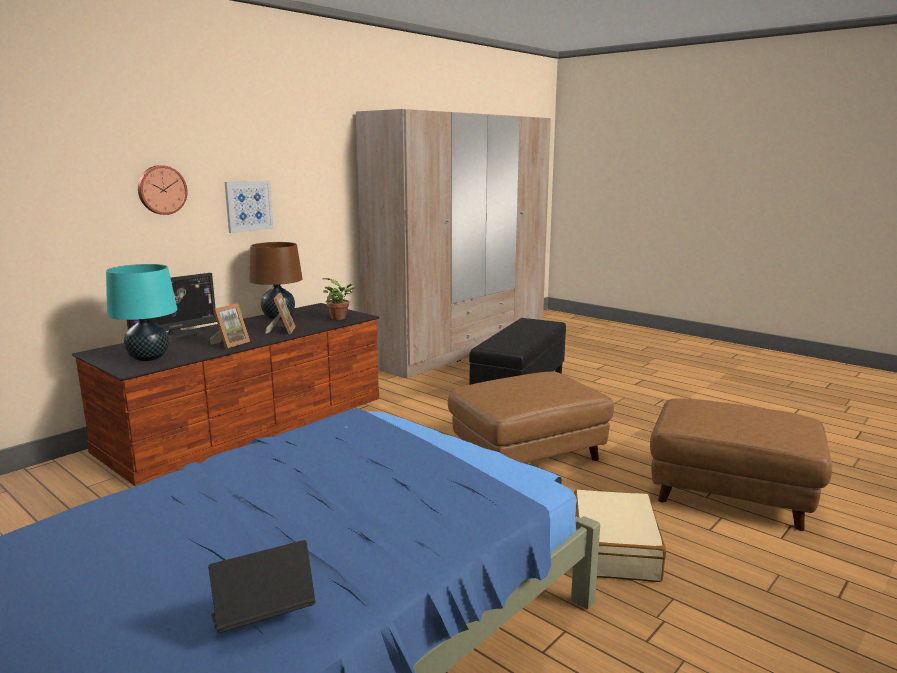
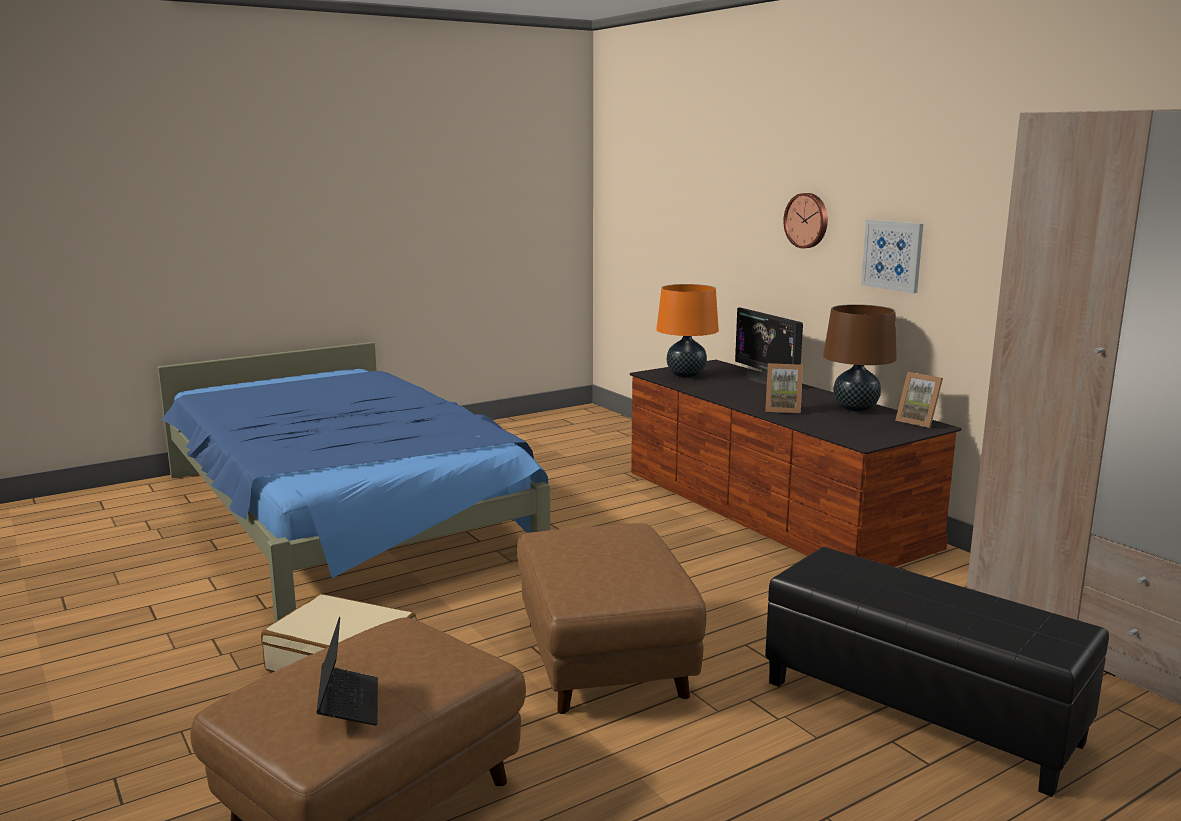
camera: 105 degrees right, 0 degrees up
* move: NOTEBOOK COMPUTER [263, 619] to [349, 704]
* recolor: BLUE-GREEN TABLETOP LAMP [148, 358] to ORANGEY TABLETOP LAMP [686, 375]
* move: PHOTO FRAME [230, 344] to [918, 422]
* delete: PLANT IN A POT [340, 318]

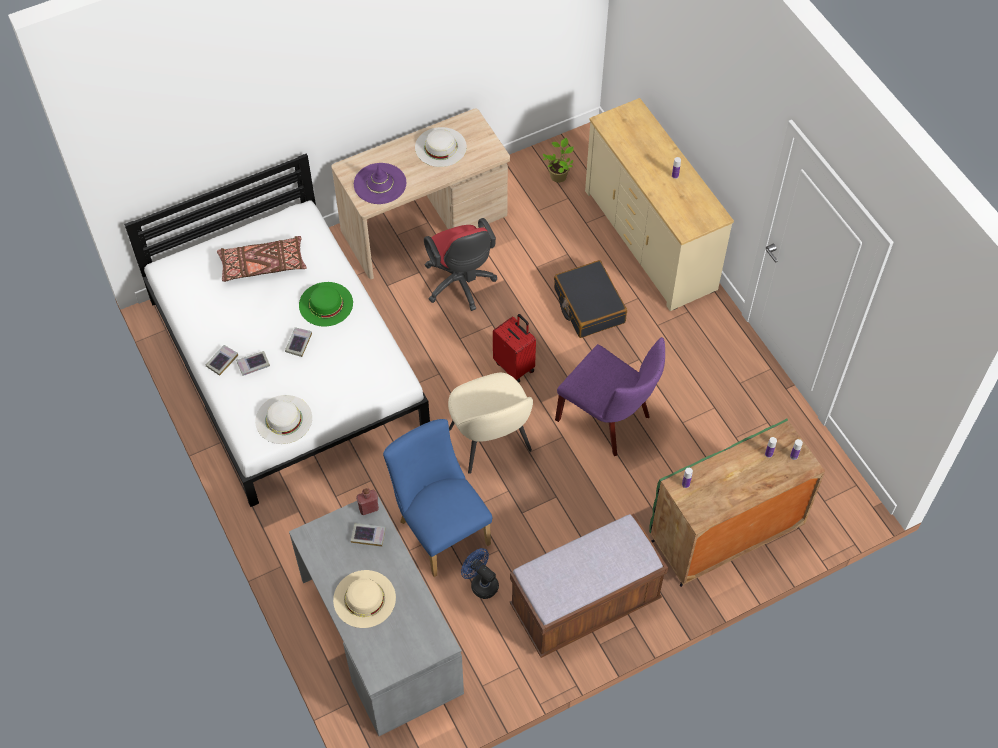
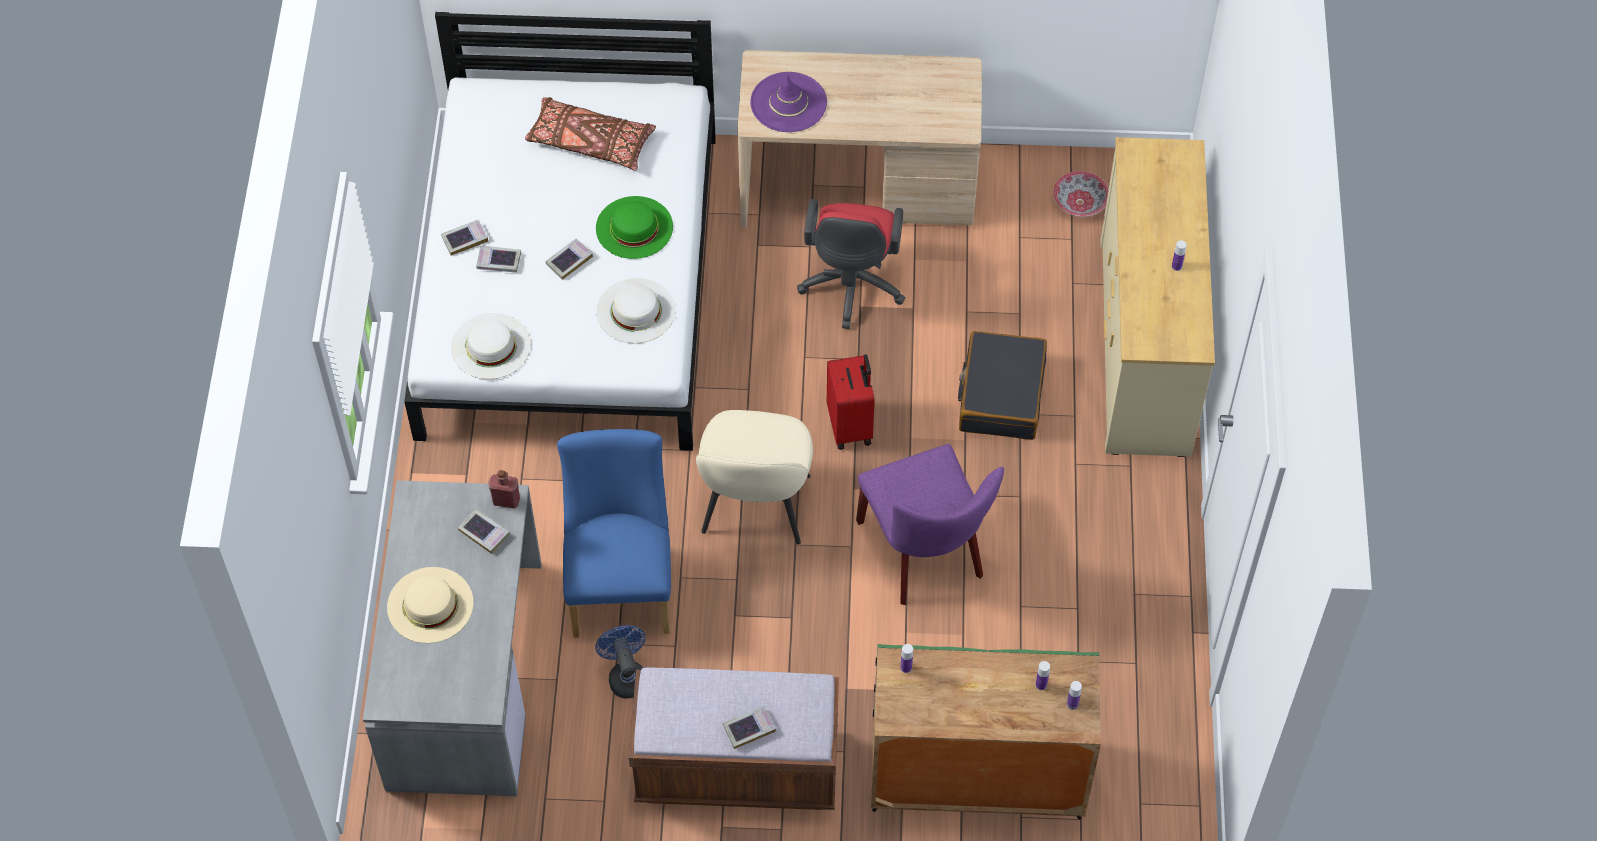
camera: 30 degrees right, 0 degrees up
* move: WHITE-COLOURED WEARABLE HAT [440, 147] to [636, 310]
* insert: VOLUME [749, 728]
* replace: PLANT IN A POT [558, 175] to BOWL [1079, 203]

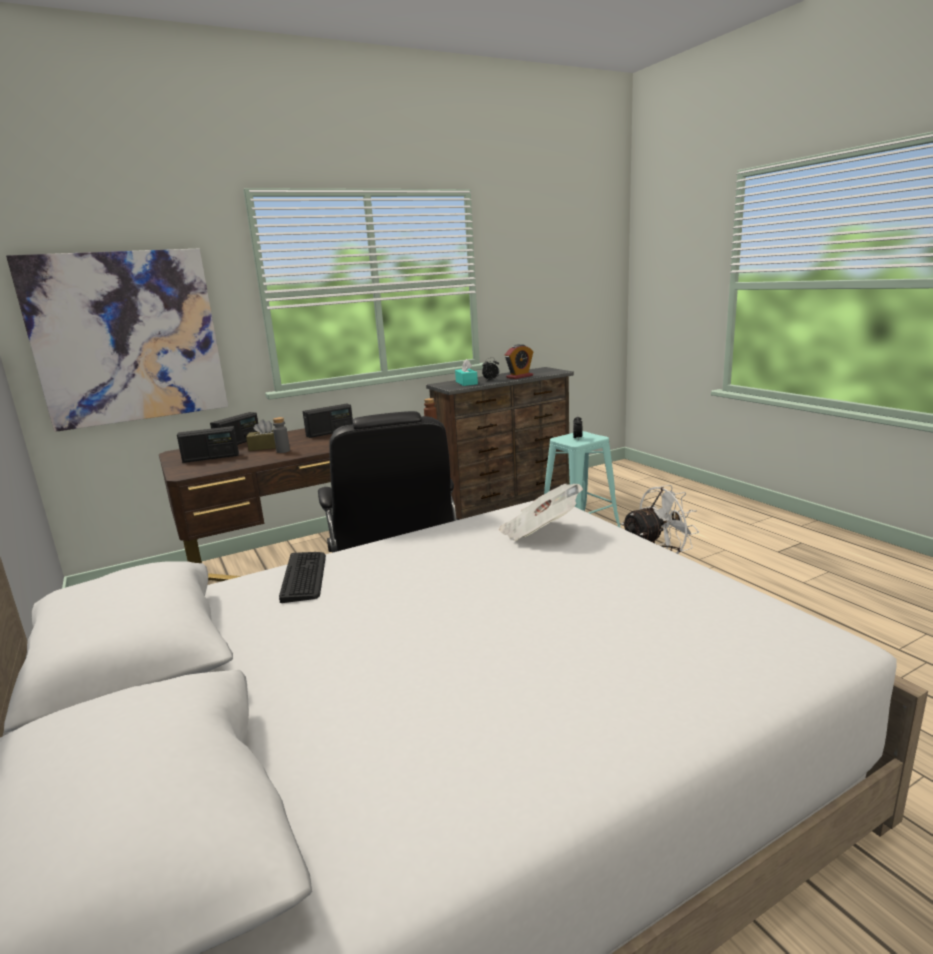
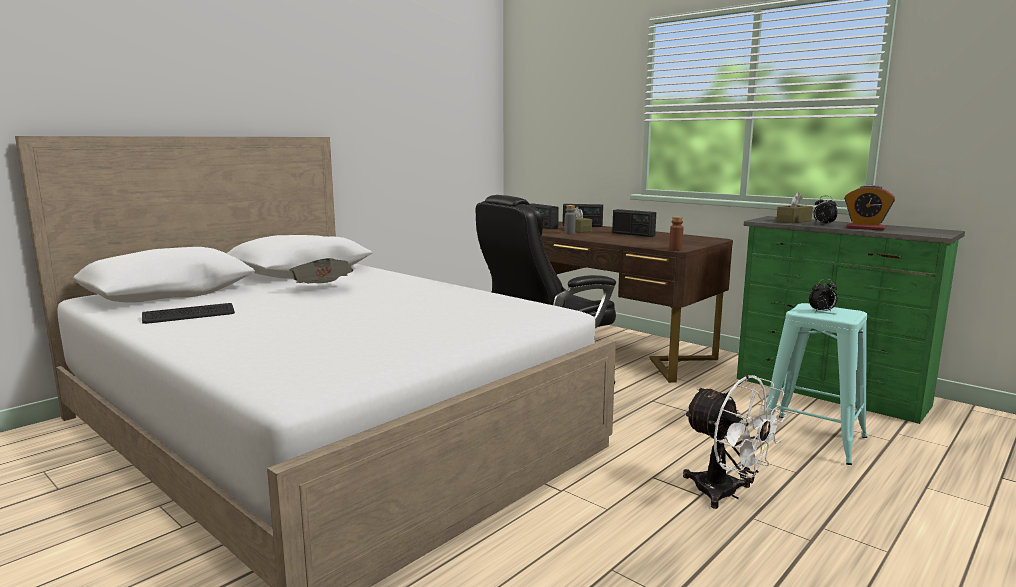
camera: 70 degrees right, 5 degrees down
* move: KEYBOARD [304, 576] to [189, 315]
* move: NEWSPAPER [539, 532] to [323, 289]
* recolor: BROWNISH CHEST OF DRAWERS [507, 504] to GREENISH CHEST OF DRAWERS [829, 392]
* recolor: BLUE-GREEN TISSUE HOLDER [466, 383] to BROWNISH TISSUE HOLDER [793, 221]
* delete: WALL ART [127, 338]

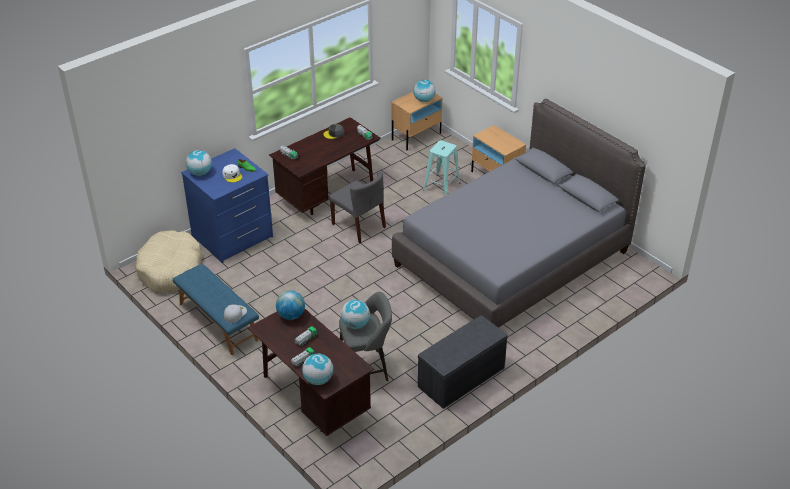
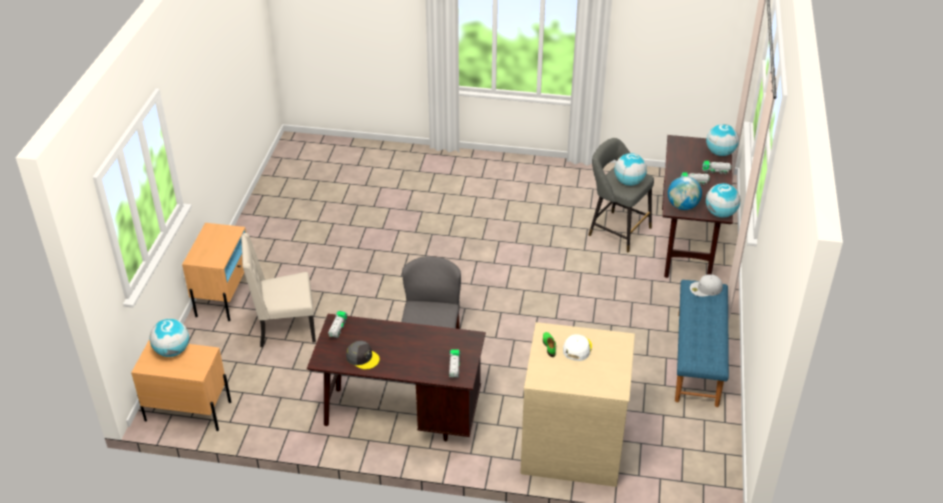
camera: 130 degrees left, 0 degrees up
* replace: BLUE-GREEN STOOL [441, 186] to BEIGE-COLOURED CHAIR [285, 328]
* recolor: BLUE CHEST OF DRAWERS [233, 237] to BEIGE-COLOURED CHEST OF DRAWERS [573, 445]
* move: GLOBE [200, 173] to [720, 213]
* delete: BEIGE-COLOURED PET BED [170, 270]
* delete: GRAY BED [512, 258]
* delete: GRAY BENCH [461, 378]

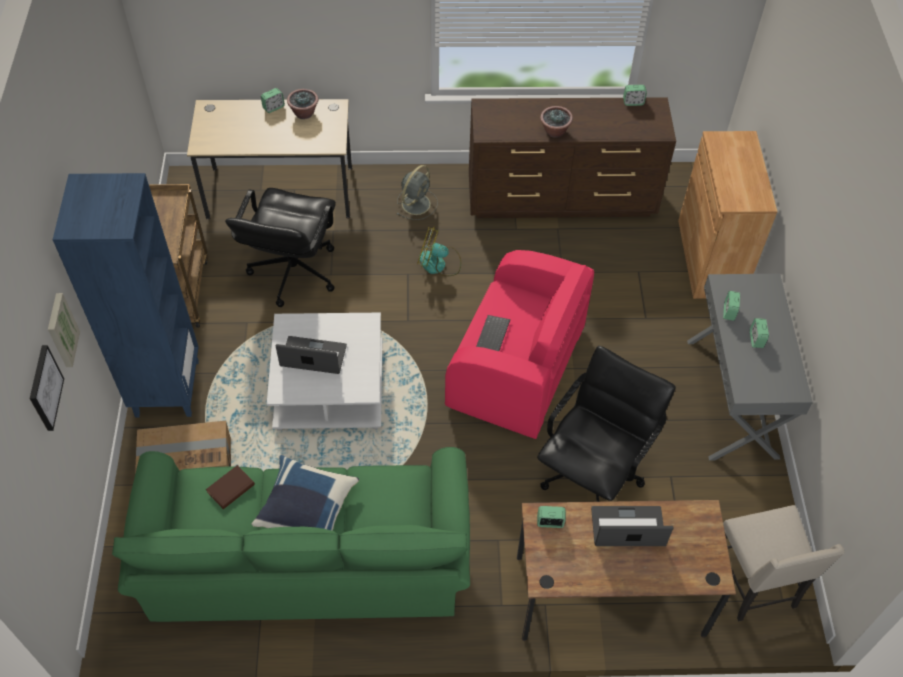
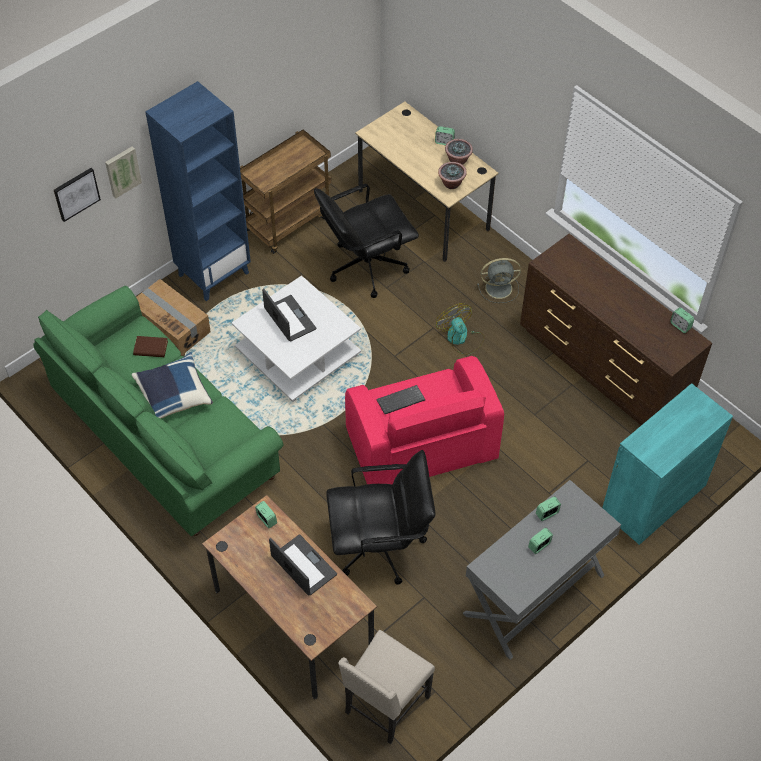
camera: 50 degrees right, 0 degrees up
* move: PLANT IN A POT [554, 132] to [451, 183]
* recolor: BROWNISH CABINET [710, 258] to BLUE-GREEN CABINET [653, 498]

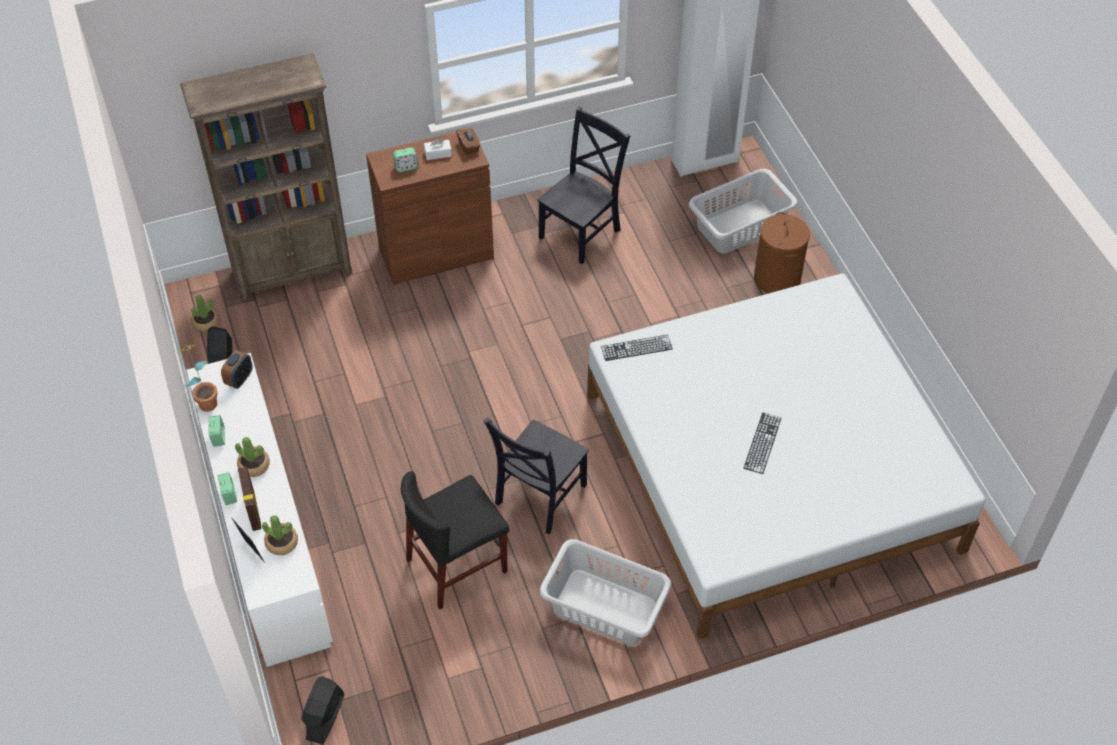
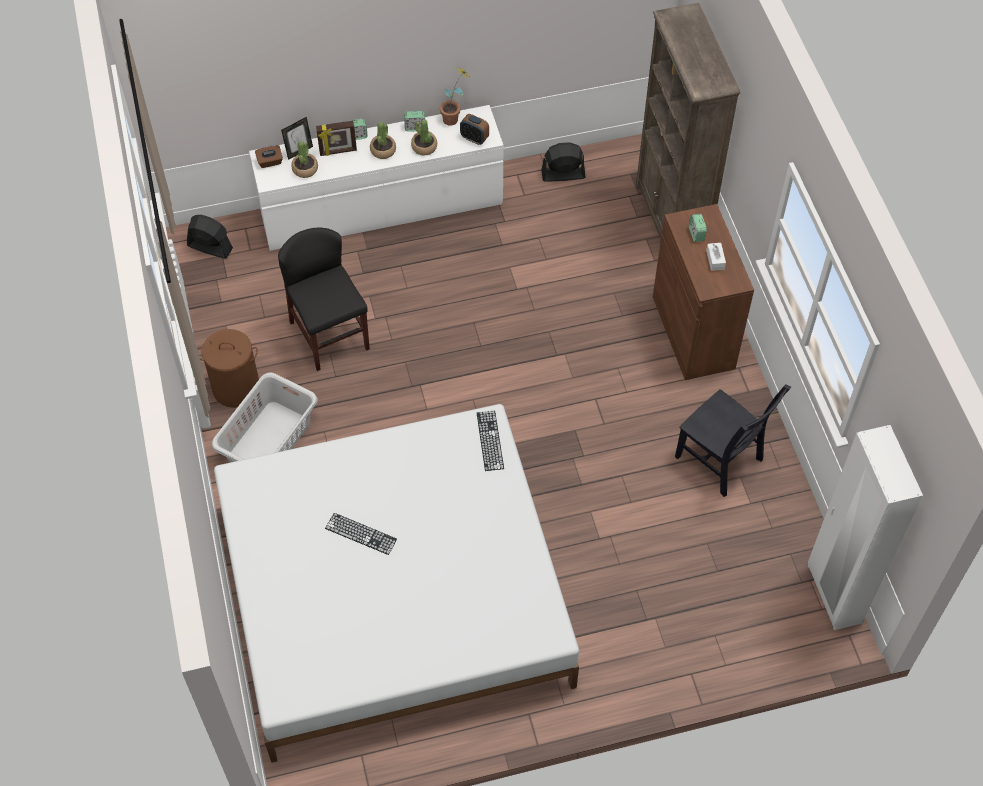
camera: 95 degrees right, 5 degrees up
* move: BROWNISH HAMPER [777, 279] to [236, 388]
* move: BROWNISH TISSUE HOLDER [469, 146] to [270, 162]
* move: PLANT IN A POT [205, 323] to [424, 147]
* delete: BLACKISH CHAIR [538, 497]
* delete: GRAY HAMPER [740, 227]

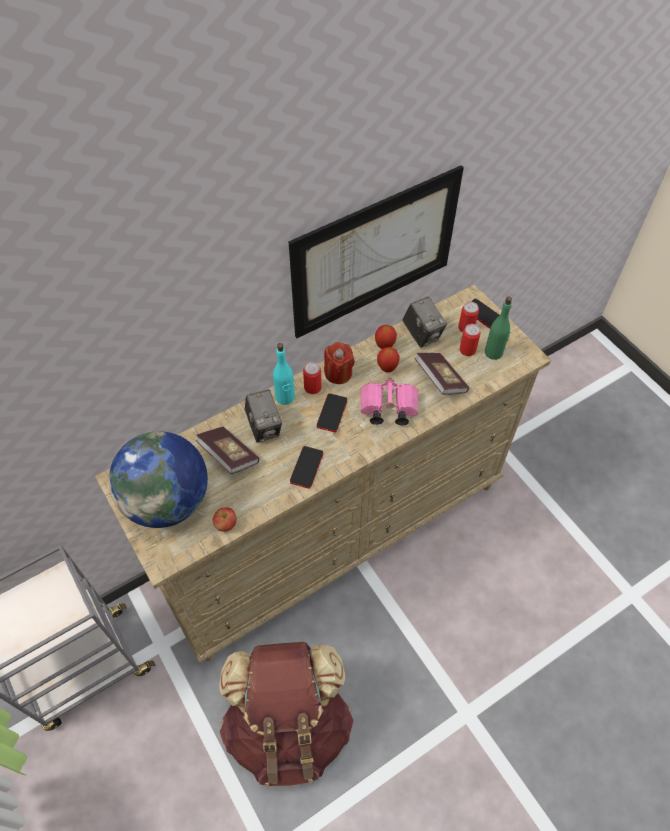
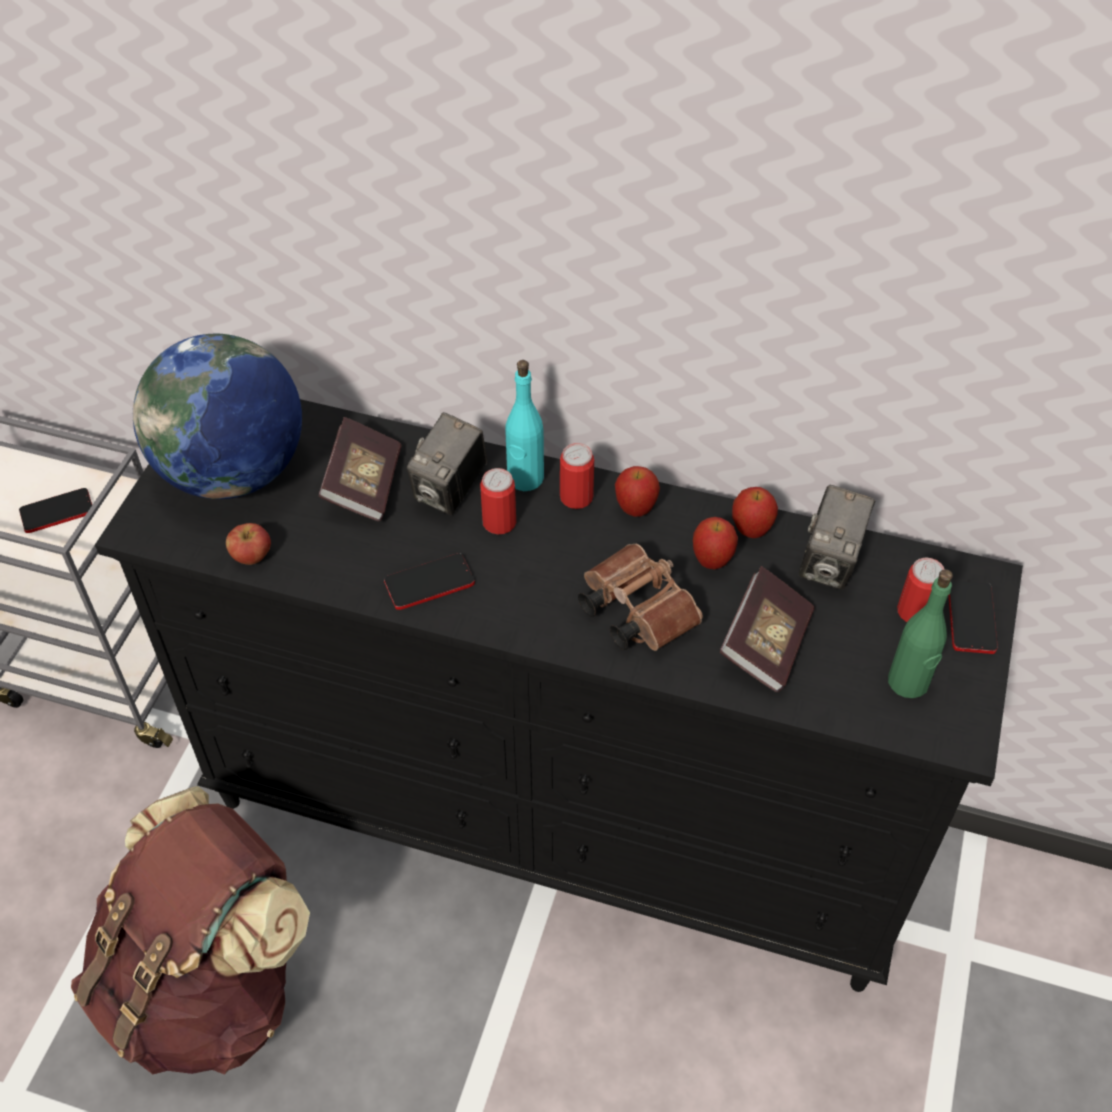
camera: 50 degrees right, 5 degrees down
* move: PHONE [332, 413] to [57, 512]
* recolor: BEIGE-COLOURED CHEST OF DRAWERS [336, 534] to BLACKISH CHEST OF DRAWERS [559, 821]
* move: CAN [467, 350] to [499, 522]
* recolor: PINK PAIR OF BINOCULARS [386, 409] to BROWNISH PAIR OF BINOCULARS [634, 610]
* replace: REDDISH WAX CANDLE [338, 373] to WHOLE APPLE [635, 509]
* delete: WALL ART [375, 253]

